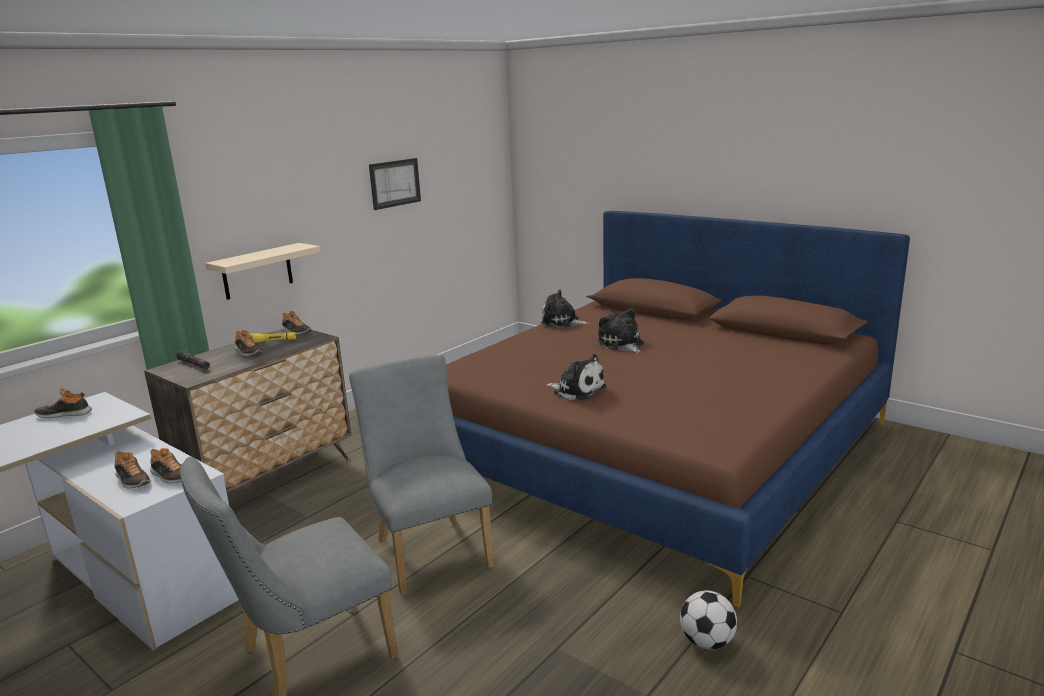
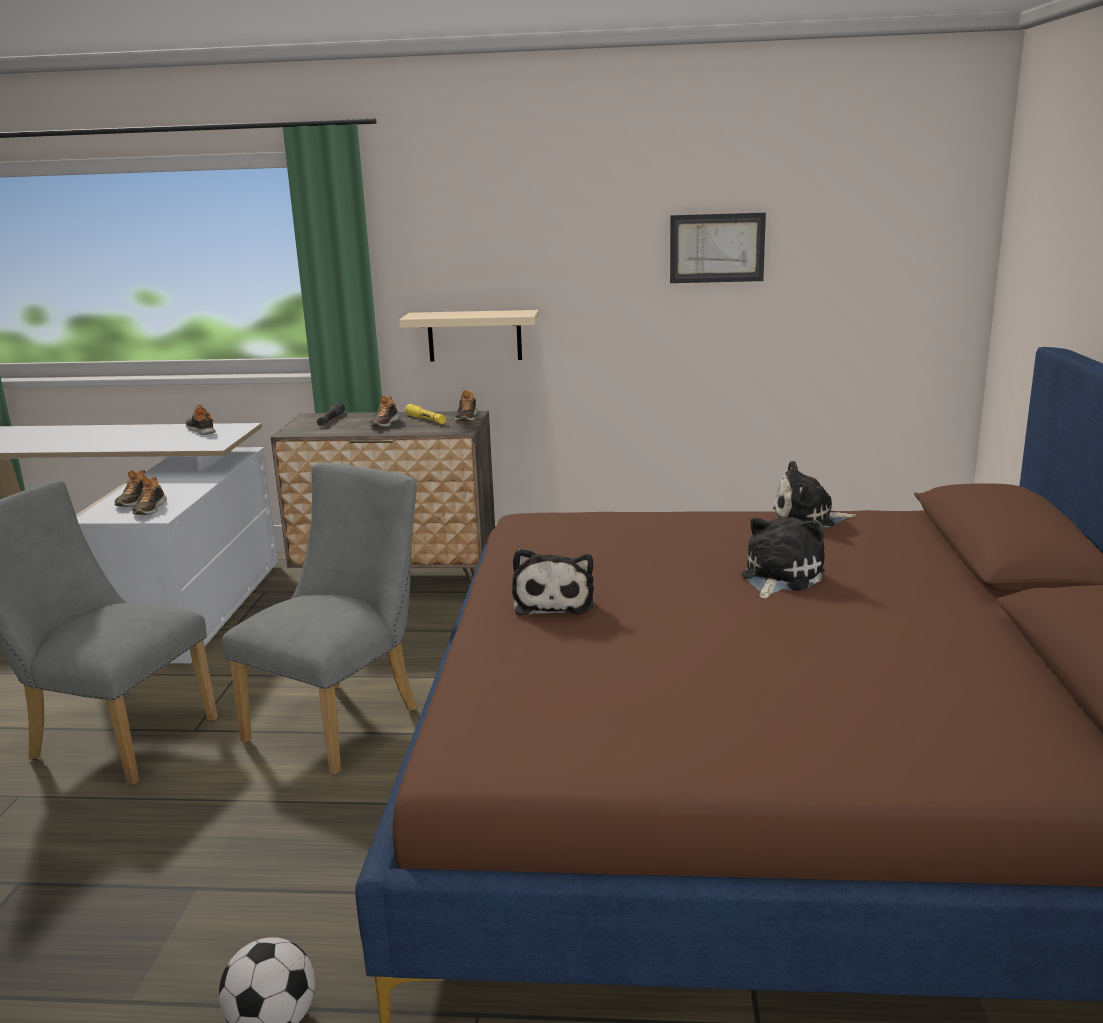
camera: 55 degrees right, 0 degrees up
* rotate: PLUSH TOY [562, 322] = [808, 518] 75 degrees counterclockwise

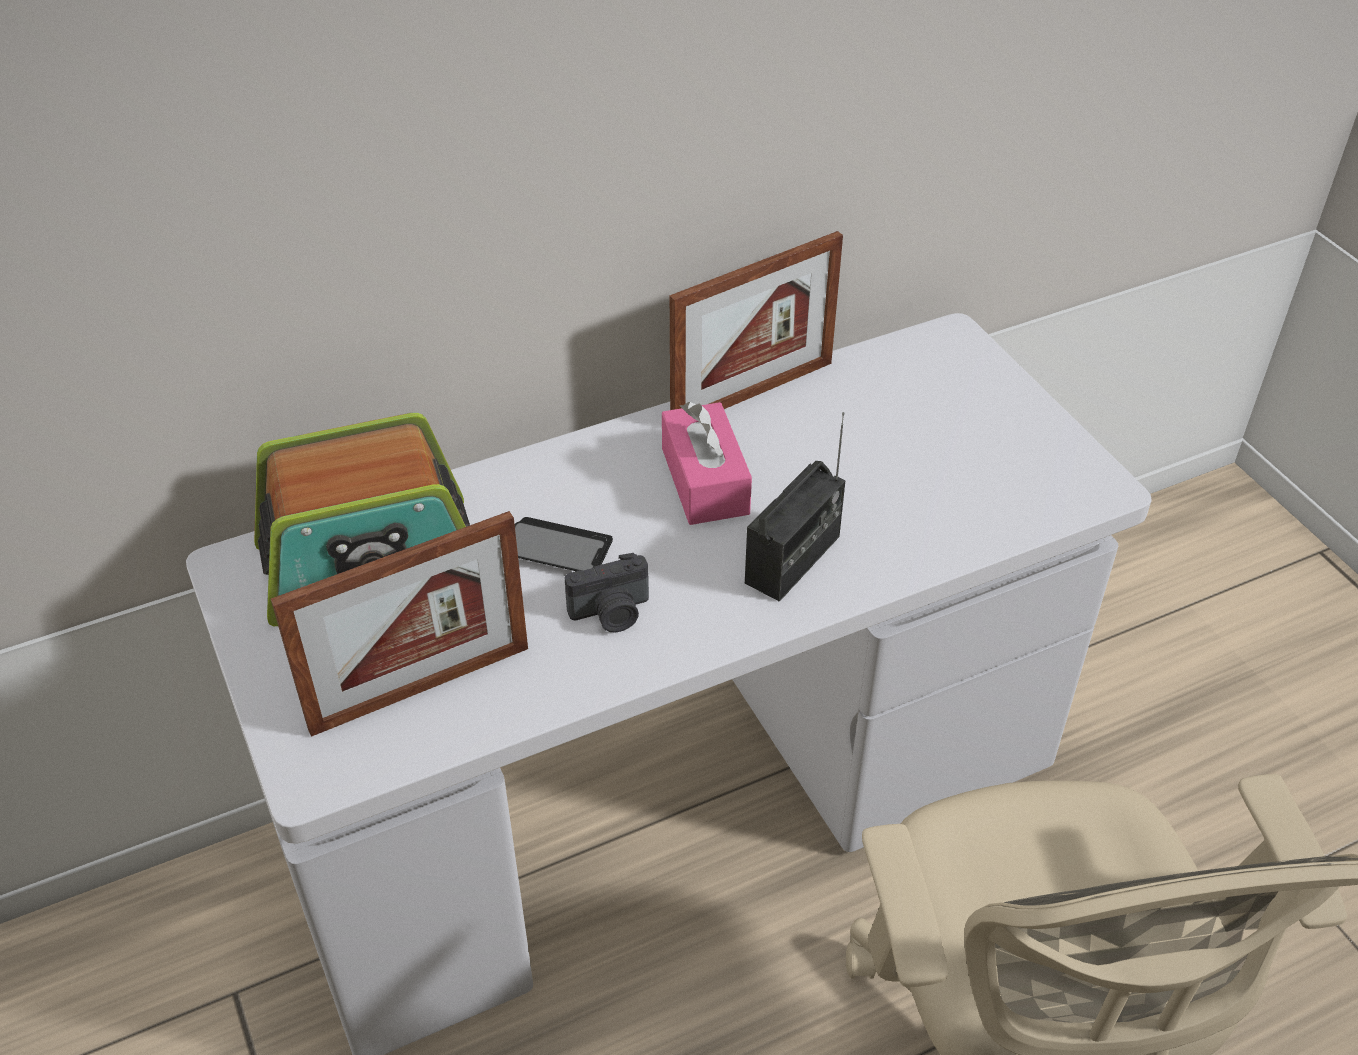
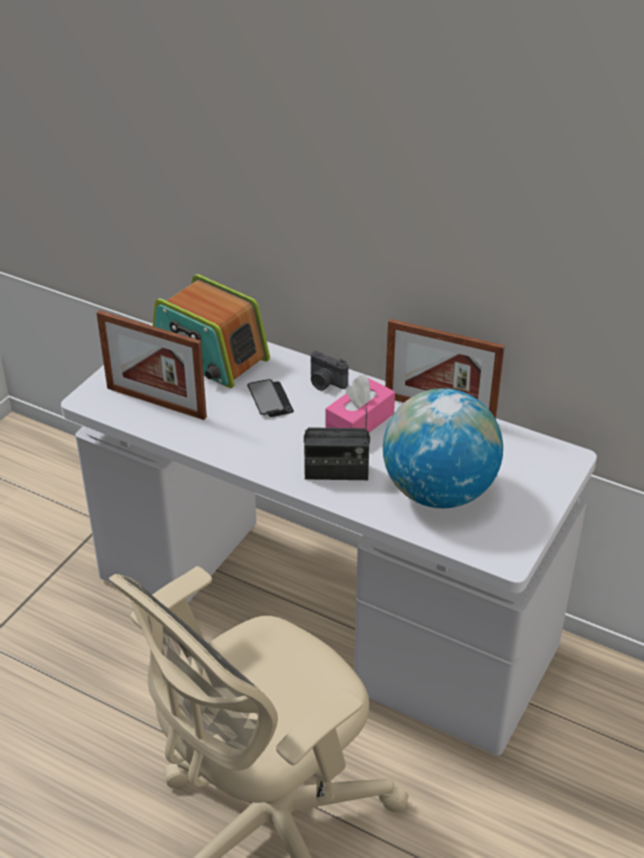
camera: 55 degrees right, 5 degrees down
* move: PHOTO CAMERA [611, 613] to [325, 383]
* insert: GLOBE [438, 492]

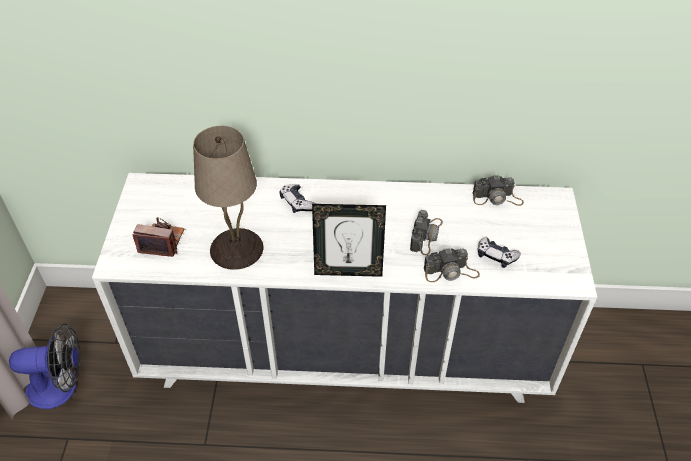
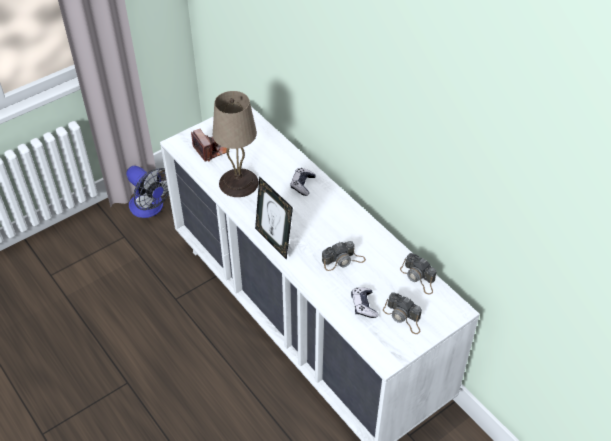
camera: 50 degrees right, 0 degrees up
* move: PHOTO CAMERA [451, 272] to [403, 317]

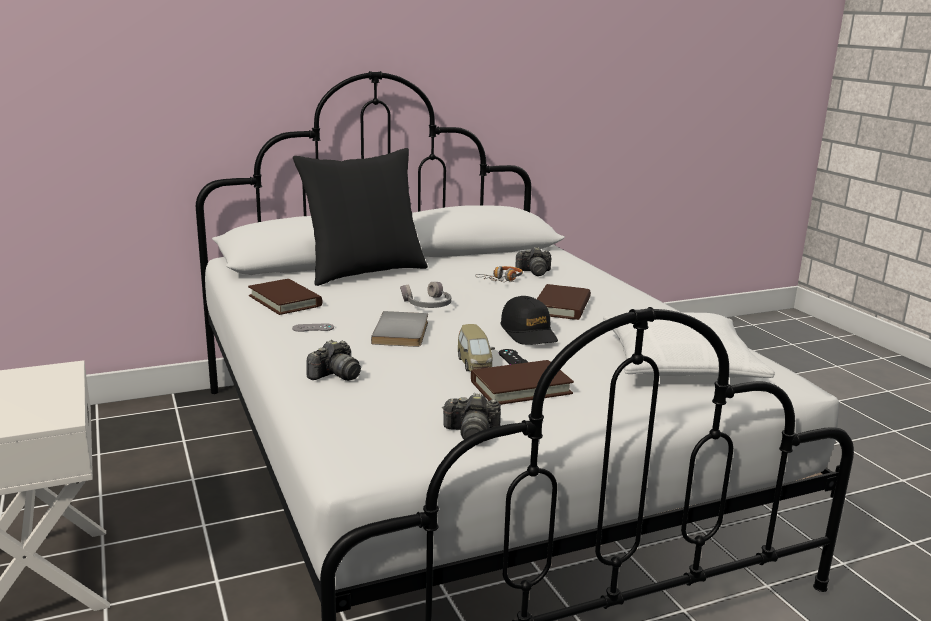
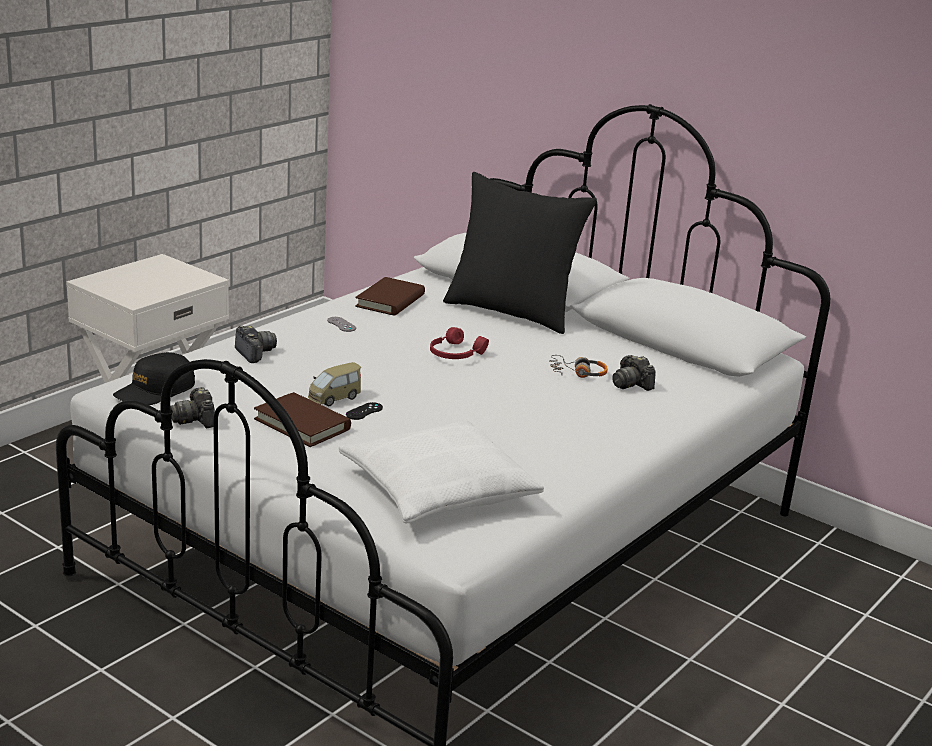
camera: 60 degrees right, 5 degrees up
* move: BLACKISH BASEBALL CAP [529, 333] to [155, 391]
* rotate: PHOTO CAMERA [335, 375] = [254, 353] 135 degrees counterclockwise
* recolor: GRAY HEADPHONES [427, 305] to REDDISH HEADPHONES [455, 354]
* delete: GRAY VOLUME [403, 332]
* delete: BROWNISH VOLUME [562, 306]

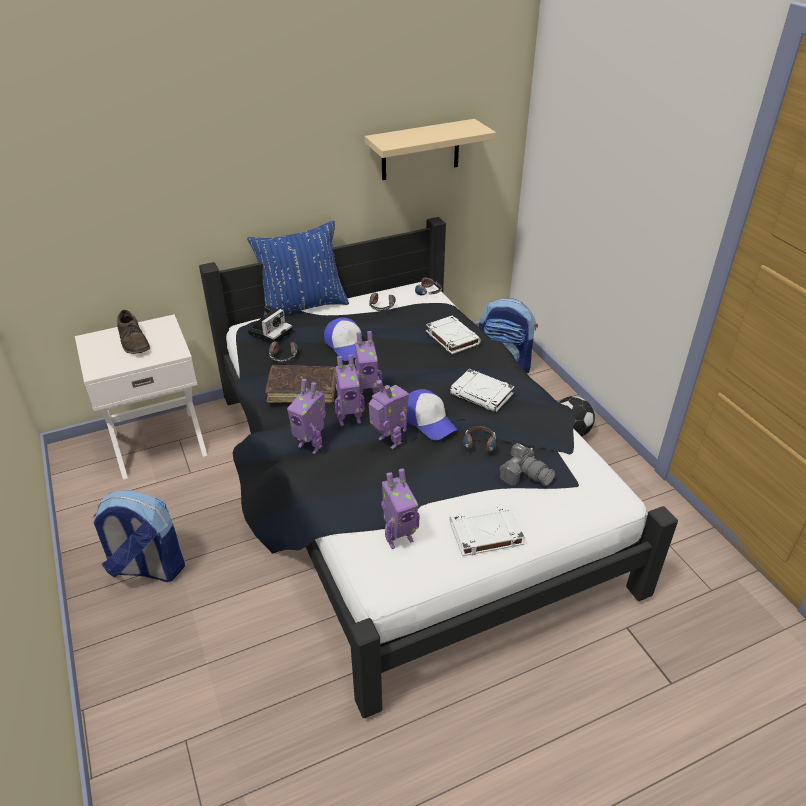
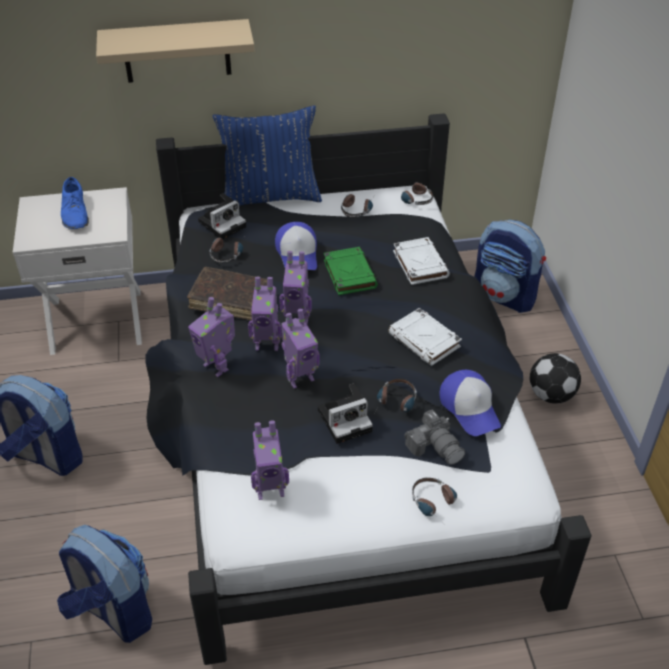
camera: 15 degrees right, 5 degrees up
* insert: RUCKSACK [112, 611]
* recolor: BROWNISH ITEM OF FOOTWEAR [134, 341] to BLUE ITEM OF FOOTWEAR [75, 213]
* move: BEIGE-COLOURED BRACKET SHELF [420, 150] to [176, 51]
* rotate: MODEL ROBOT [389, 442] = [300, 378] 90 degrees clockwise
* insert: PHOTO CAMERA [346, 419]
* insert: GREENISH VOLUME [349, 274]
* insert: HEADPHONES [436, 505]
* move: BASEBALL CAP [428, 420] to [470, 408]
* delete: WHITE-COLOURED VOLUME [485, 534]

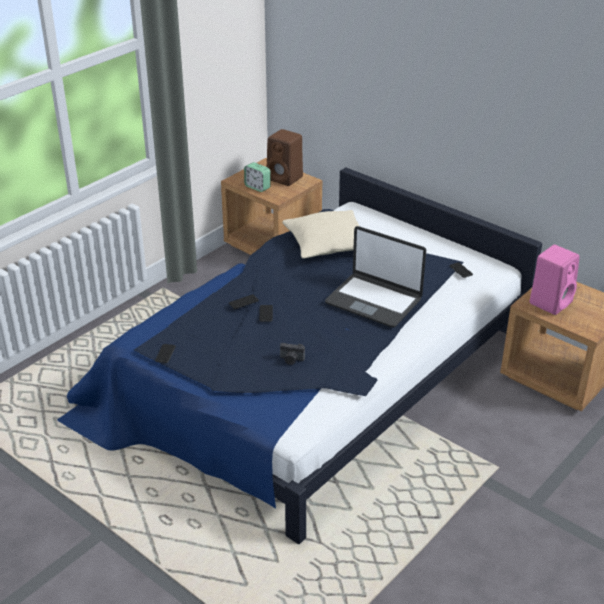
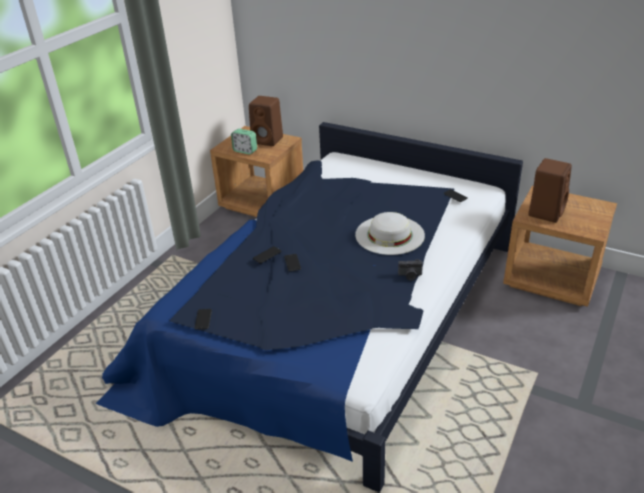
camera: 10 degrees left, 0 degrees up
* replace: NOTEBOOK COMPUTER [374, 301] to WHITE-COLOURED WEARABLE HAT [389, 235]
* move: PHOTO CAMERA [291, 360] to [410, 276]
* recolor: PINK LOUDSPEAKER [551, 302] to BROWNISH LOUDSPEAKER [546, 212]
* delete: BEIGE-COLOURED PILLOW [327, 245]

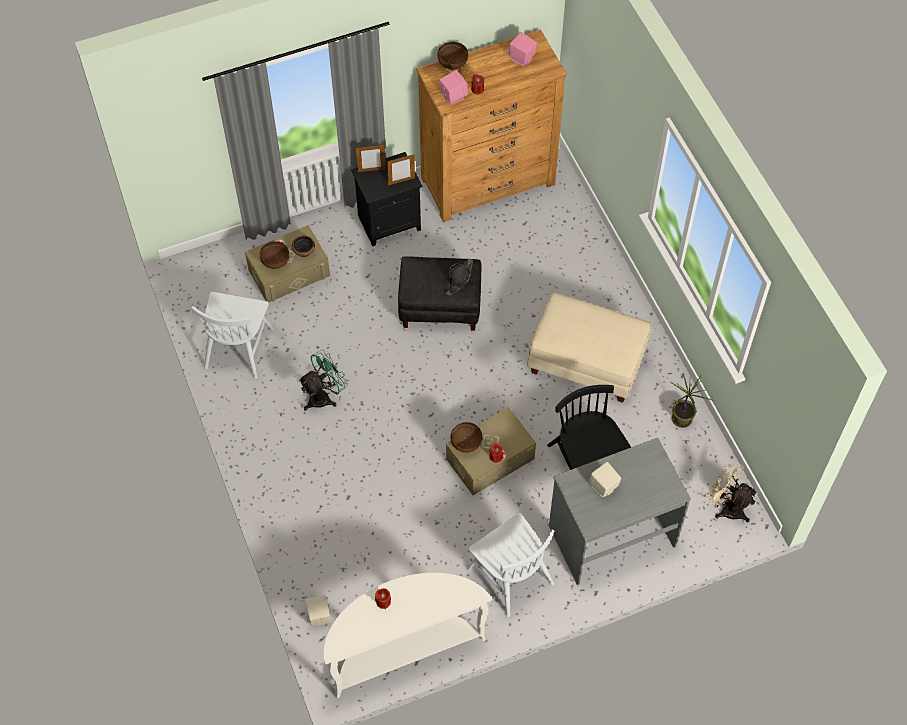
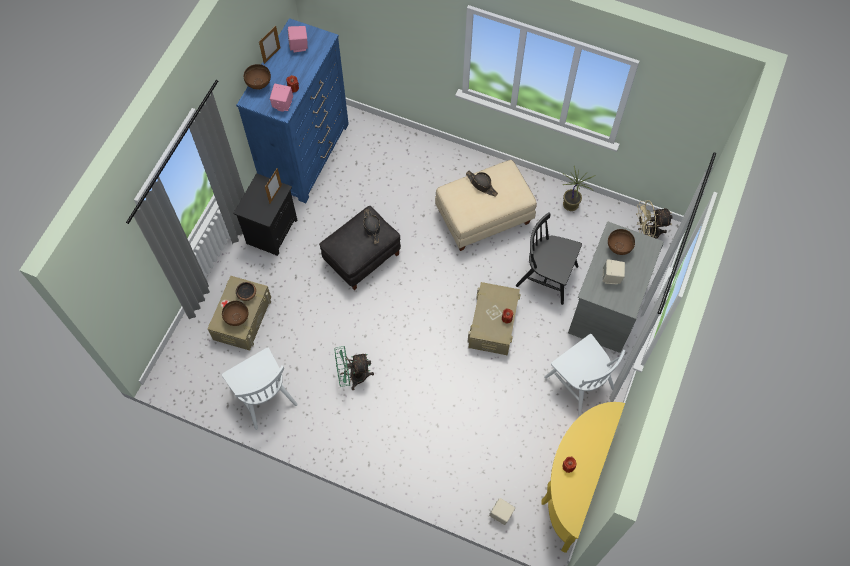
camera: 45 degrees left, 5 degrees up
* recolor: BROWNISH CHEST OF DRAWERS [488, 181] to BLUE CHEST OF DRAWERS [306, 154]
* move: PHOTO FRAME [371, 170] to [272, 55]
* rotate: GREENISH COOLING FAN [324, 396] = [353, 377] 105 degrees counterclockwise
* insert: BLACKISH WEARABLE HAT [481, 185]
* recolor: WHITE-COLOURED NARROW TABLE [404, 649] to YELLOW NARROW TABLE [570, 484]
* rotate: WHITE-COLOURED CHAIR [510, 575] = [579, 382] 45 degrees clockwise
* move: BROWNISH BOWL [466, 445] to [619, 248]

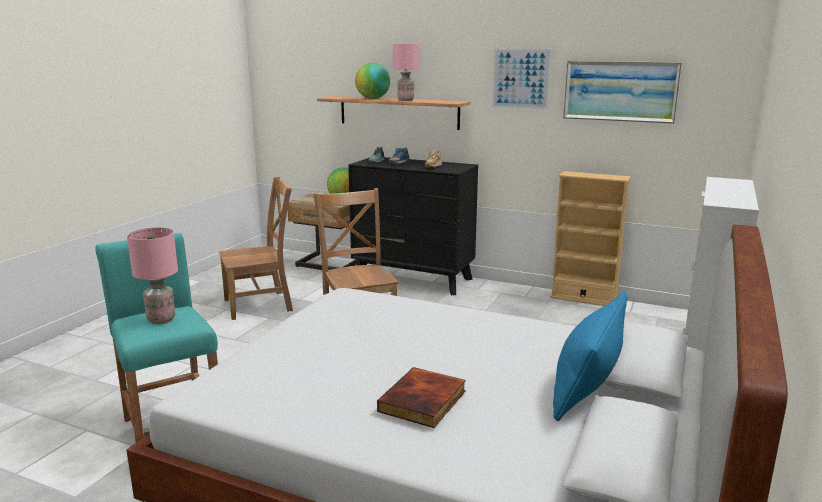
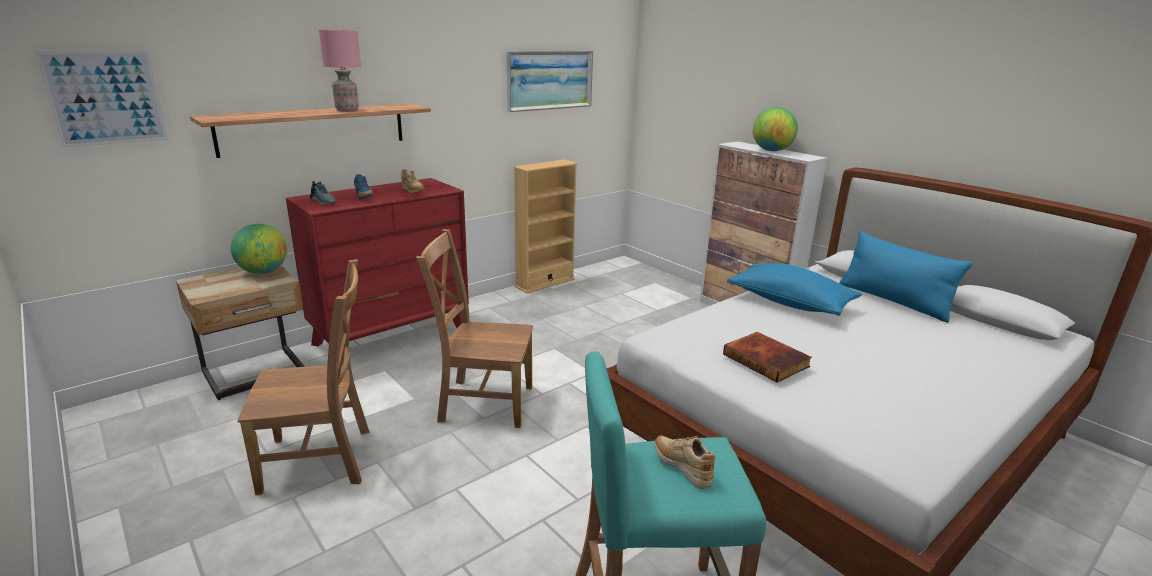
camera: 65 degrees left, 5 degrees up
* move: WALL ART [520, 78] to [106, 98]
* rotate: BROWNISH CHAIR [261, 305] = [322, 460] 75 degrees clockwise
* recolor: BLACKISH CHEST OF DRAWERS [413, 279] to REDDISH CHEST OF DRAWERS [391, 336]
* replace: PINK TABLETOP LAMP [160, 319] to BEIGE-COLOURED ITEM OF FOOTWEAR [682, 468]
* move: VOLUME [424, 401] to [767, 360]
* insert: BLUE PILLOW [790, 303]
* move: GLOBE [373, 98] to [771, 151]

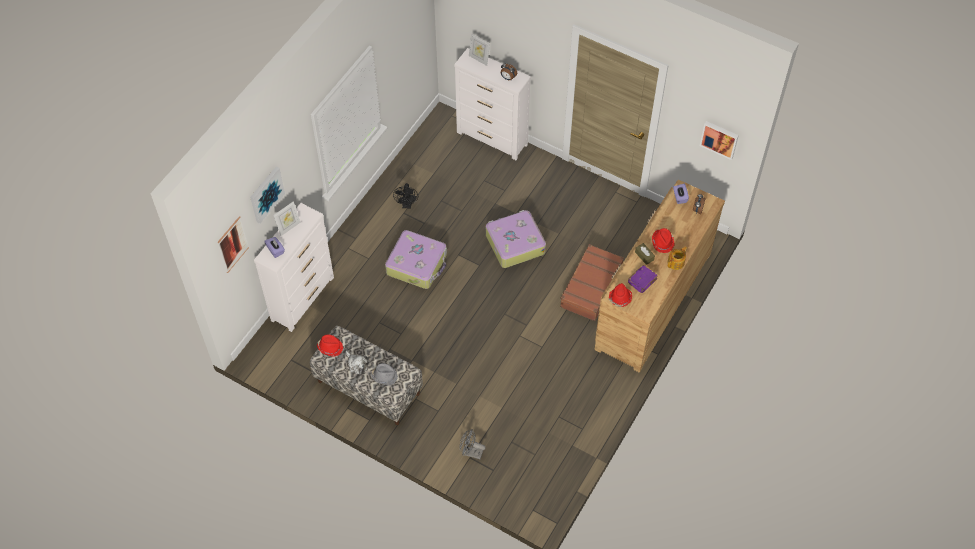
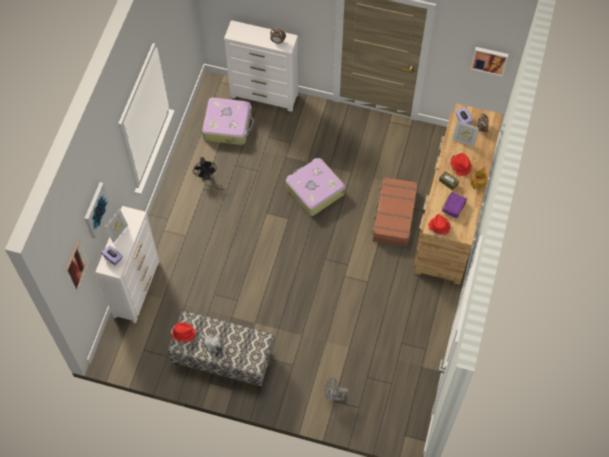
camera: 15 degrees left, 5 degrees up
* move: SUITCASE [417, 264] to [228, 125]
* move: PHOTO FRAME [479, 59] to [463, 141]
* delete: GRAY WEARABLE HAT [384, 376]

